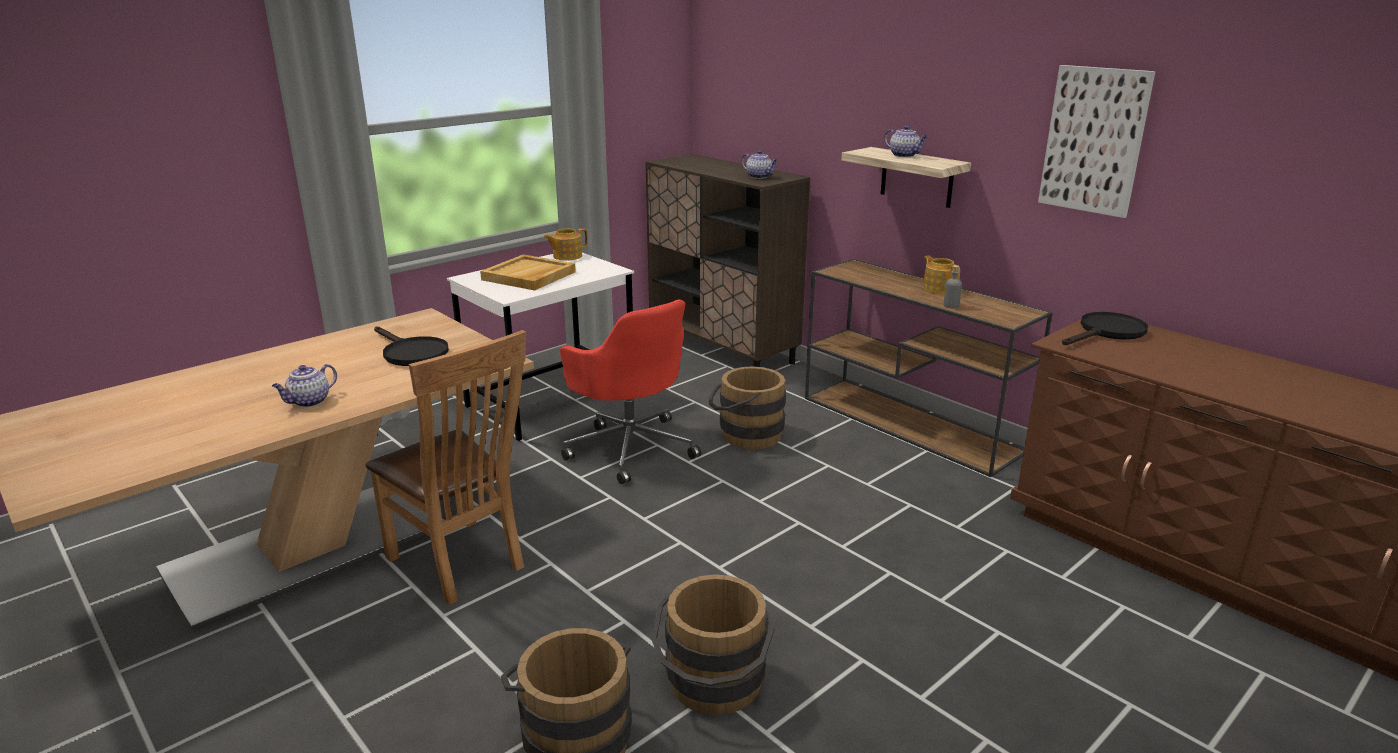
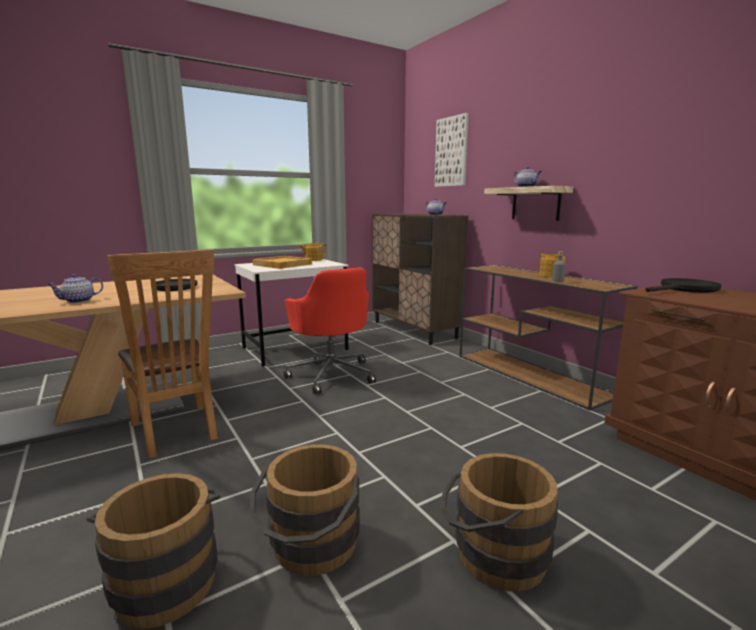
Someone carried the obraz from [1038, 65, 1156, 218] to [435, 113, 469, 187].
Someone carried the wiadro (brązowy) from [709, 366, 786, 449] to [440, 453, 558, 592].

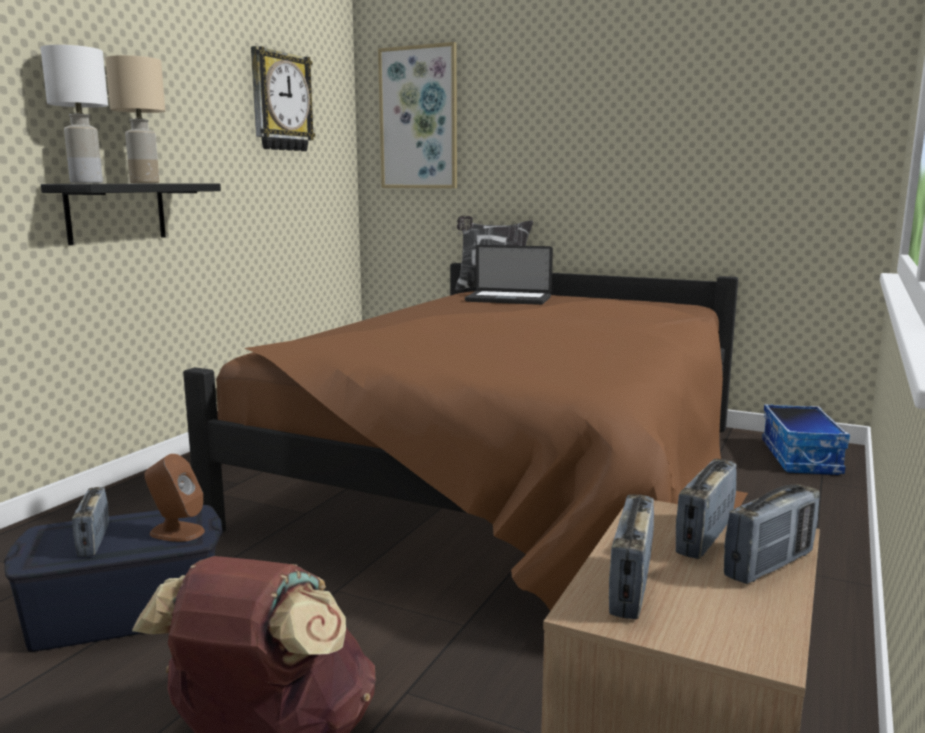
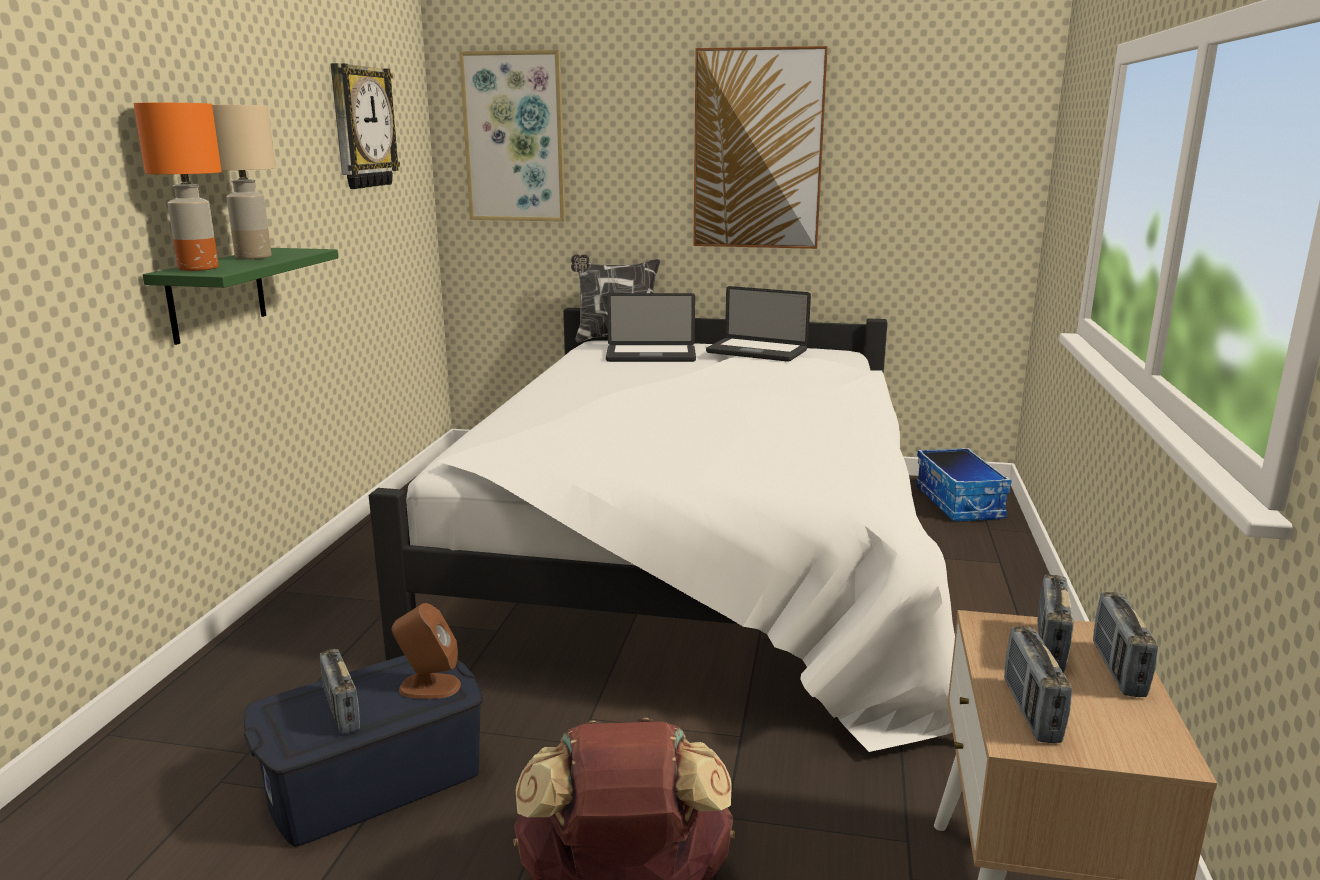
Someone repainted the lampa stołowa (biały) at [40, 45, 108, 183], which became the lampa stołowa (pomarańczowy) at [133, 103, 222, 271].
Someone repainted the półka (czarny) at [41, 183, 221, 245], which became the półka (zielony) at [143, 248, 338, 345].
Someone repainted the łóżko (brązowy) at [183, 263, 748, 611], which became the łóżko (biały) at [369, 308, 955, 752].
Someone rotated the radio at [724, 484, 820, 584] by 150 degrees clockwise.
Someone put up the obraz at [693, 46, 828, 249].
Someone put down the laptop at [706, 286, 811, 362].

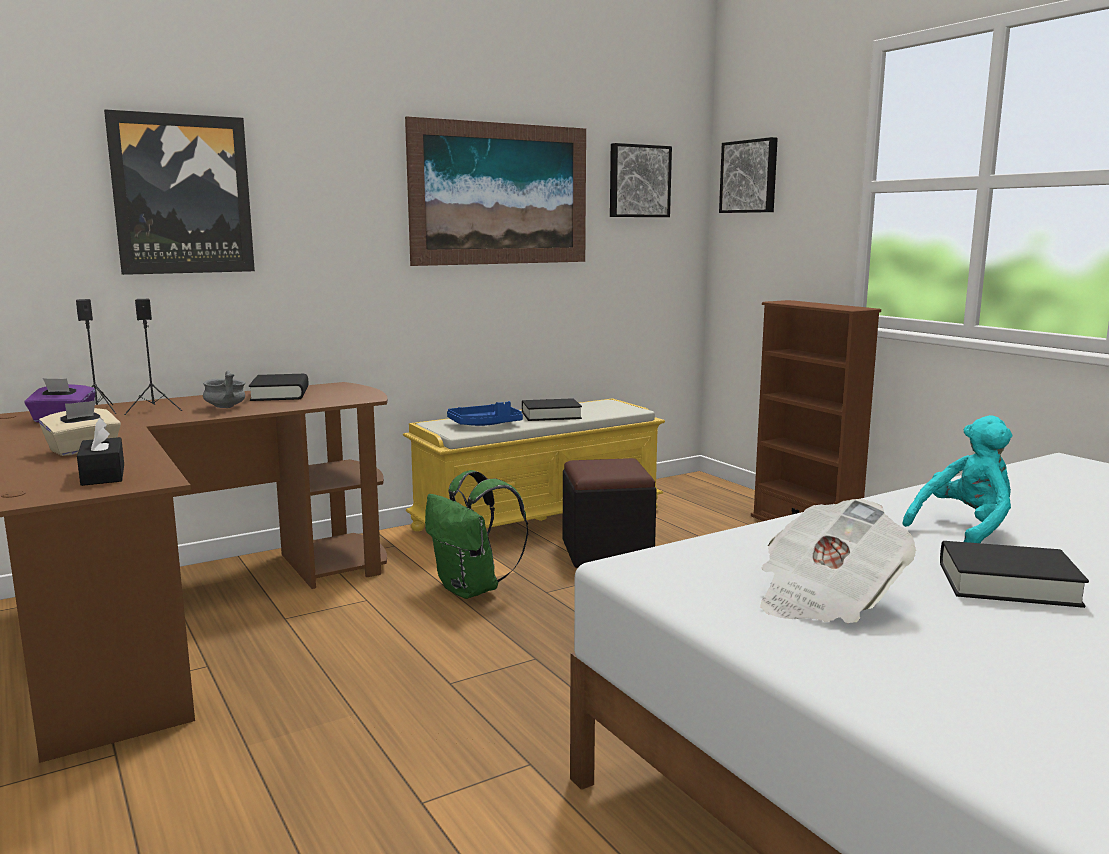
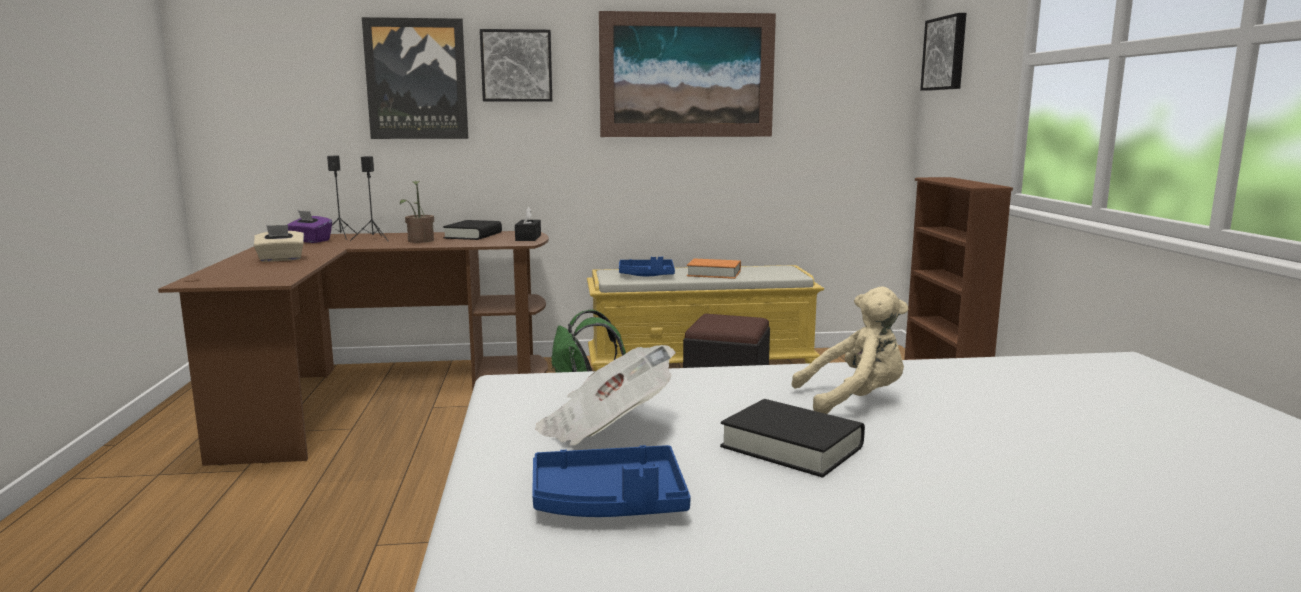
Someone carried the obraz from [610, 143, 672, 217] to [480, 29, 552, 102].
Someone swapped the miska (szary) at [203, 370, 246, 408] for the roślina doniczkowa at [400, 181, 434, 243].
Someone repainted the książka (czarny) at [522, 398, 582, 421], which became the książka (pomarańczowy) at [687, 258, 741, 279].
Someone repainted the pluszak (turkusowy) at [902, 415, 1012, 543], which became the pluszak (beżowy) at [791, 287, 908, 414].
Someone carried the pudełko chusteczek (czarny) from [77, 417, 124, 486] to [515, 207, 541, 241].
Someone put down the taca (niebieski) at [532, 445, 691, 517].

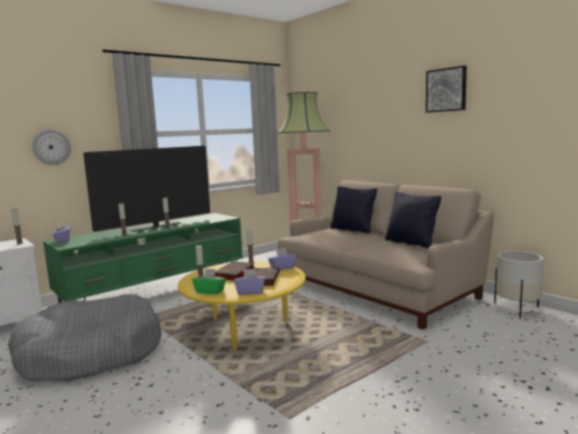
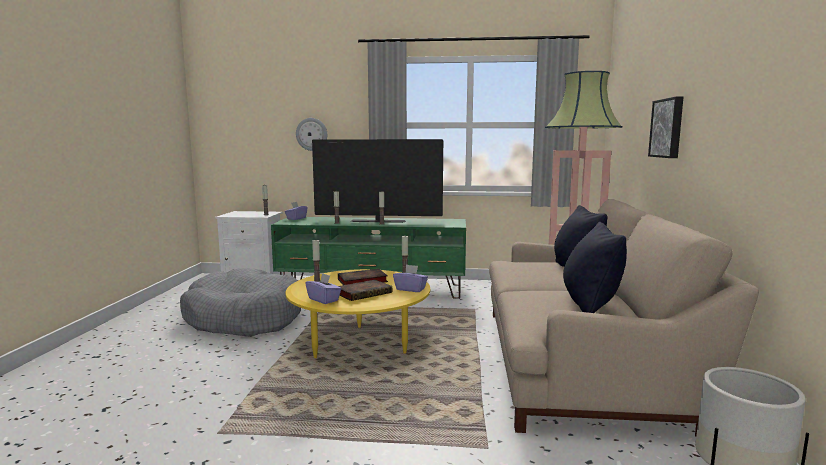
Someone carried the obraz from [426, 66, 467, 113] to [648, 96, 683, 158].
Someone took away the pudełko chusteczek (zielony) at [192, 268, 226, 294].

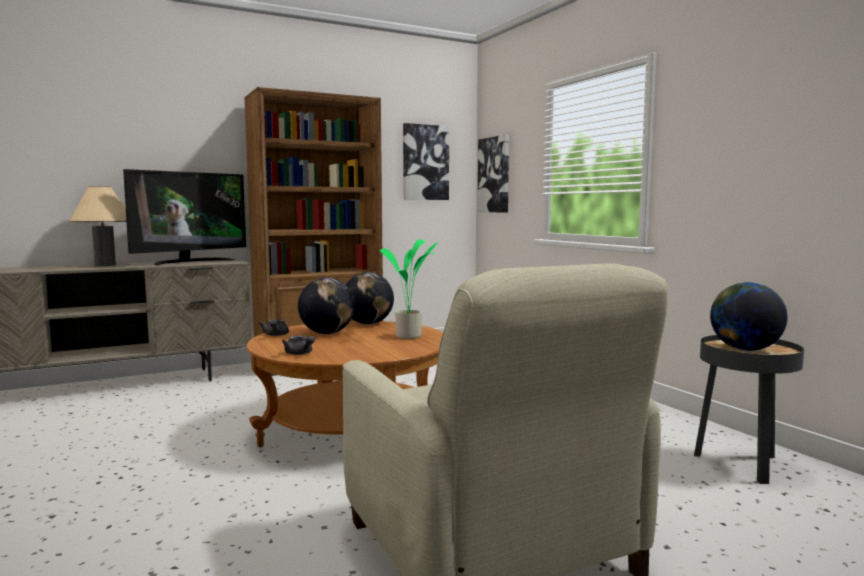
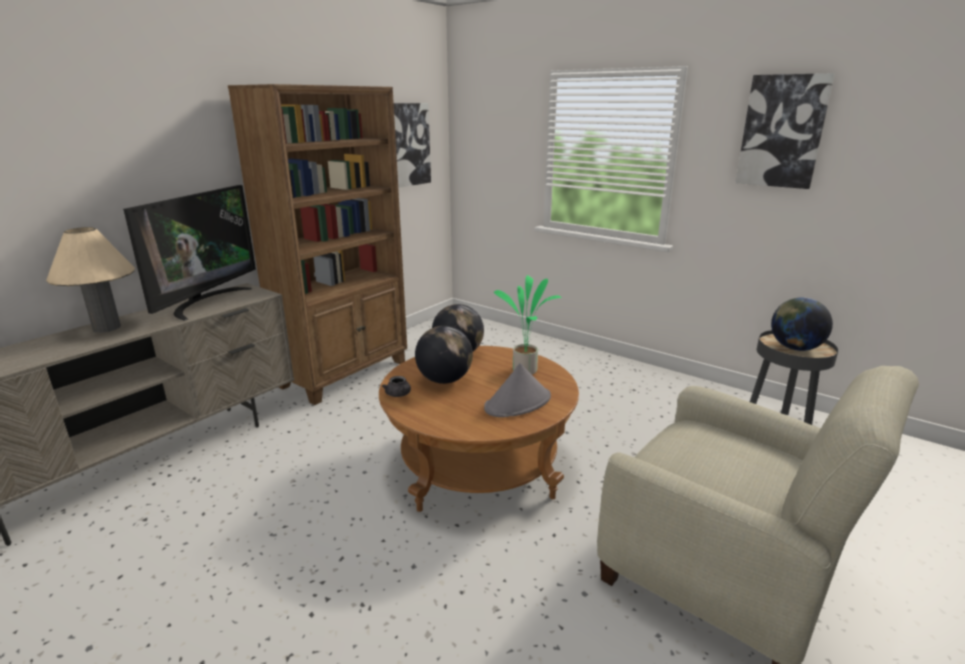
Someone carried the obraz from [477, 135, 509, 212] to [735, 73, 835, 189].
Someone took away the imbryk (szary) at [282, 335, 315, 355].
Someone put down the kapelusz (szary) at [484, 363, 551, 417].

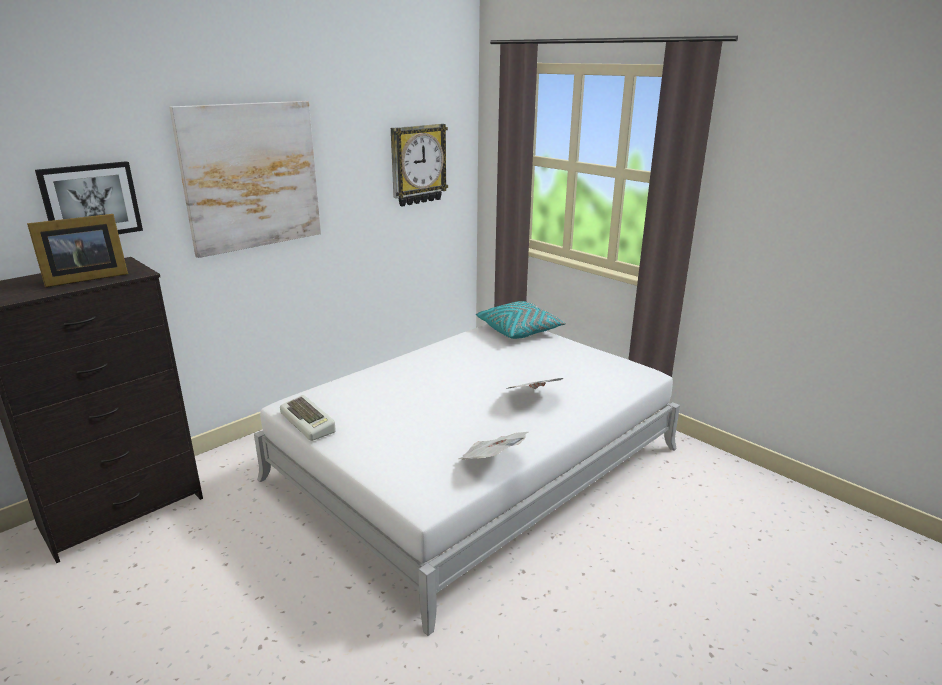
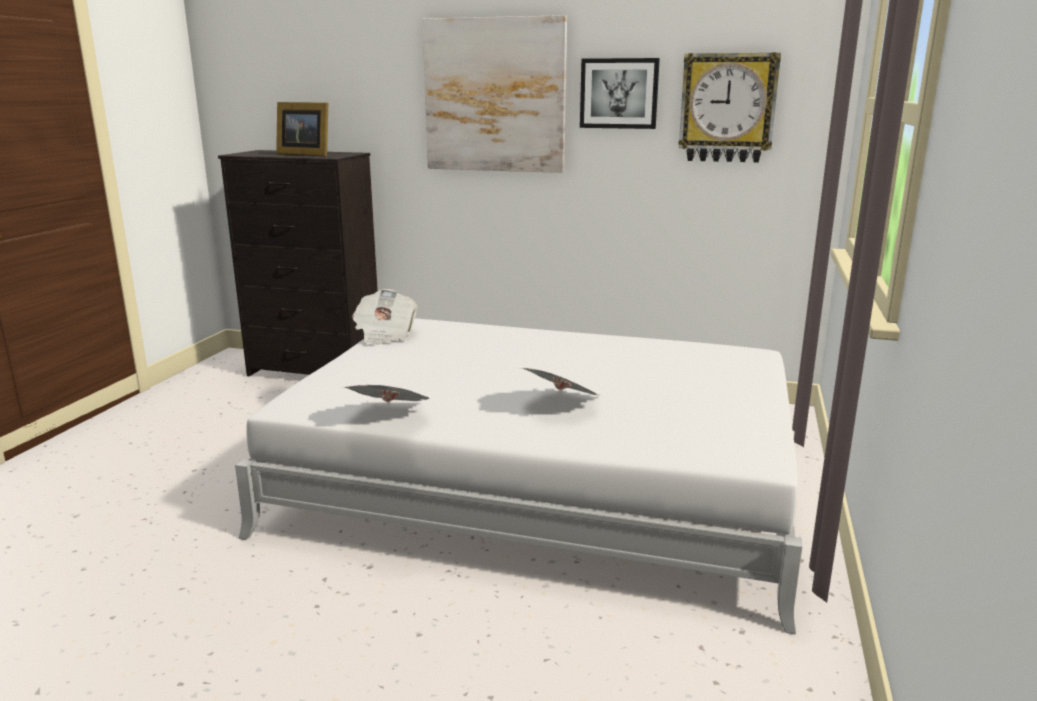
Someone carried the obraz from [35, 161, 143, 234] to [580, 58, 660, 129].
Someone took away the poduszka (turkusowy) at [476, 301, 566, 339].
Someone swapped the klawiatura at [280, 395, 336, 441] for the gazeta at [352, 289, 418, 345].

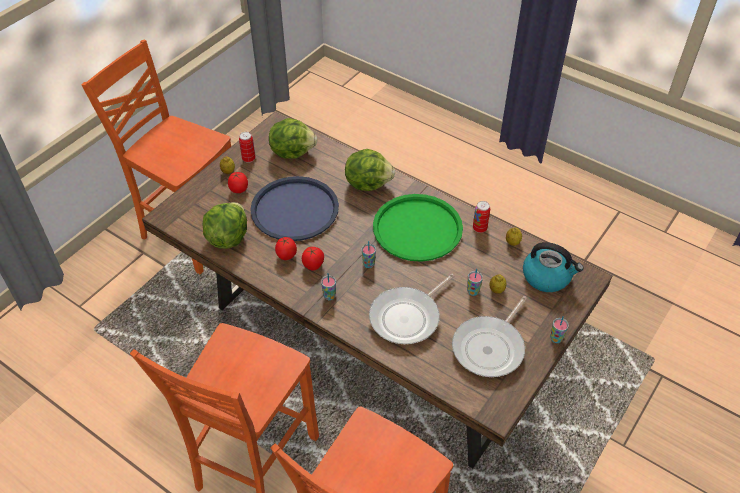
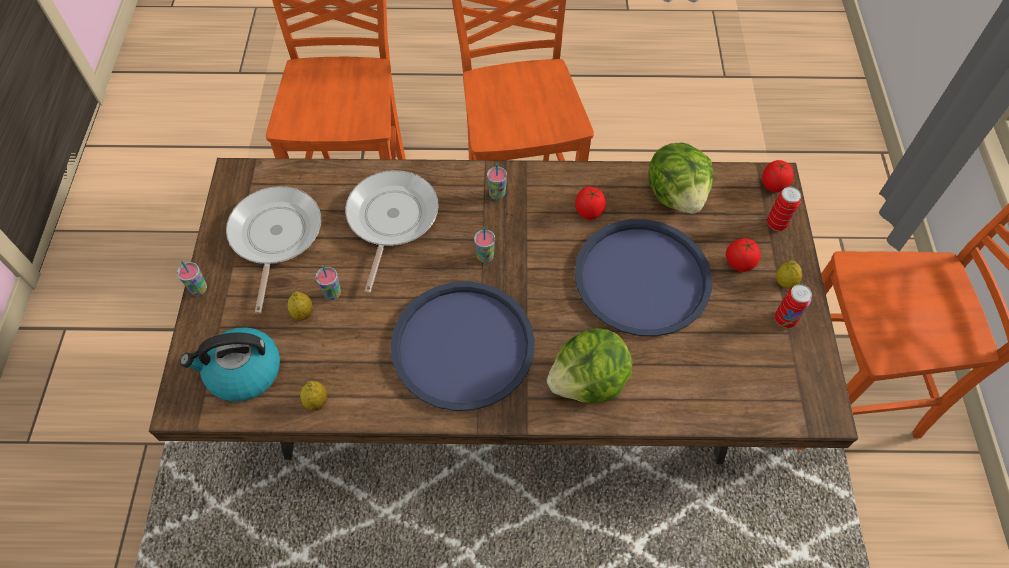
Someone took away the sałata at [269, 118, 318, 159].
Someone repainted the taca (zielony) at [373, 194, 463, 262], which became the taca (niebieski) at [390, 281, 535, 411].
Someone carried the puszka from [473, 201, 490, 233] to [767, 187, 801, 231].
Someone carried the pomidor from [302, 247, 324, 270] to [762, 160, 794, 192].

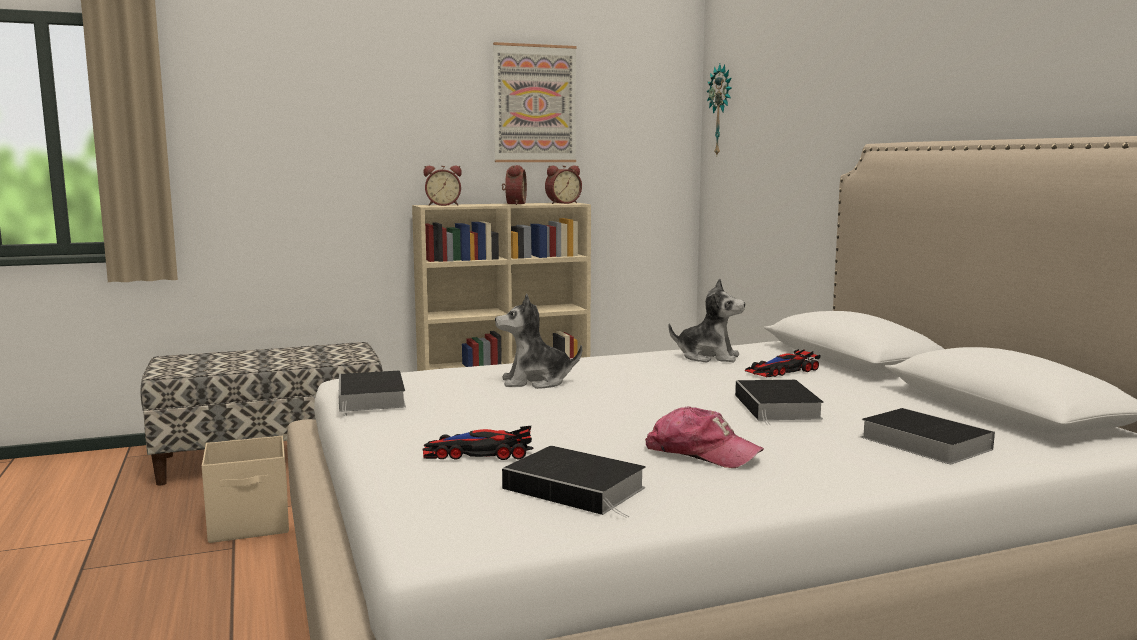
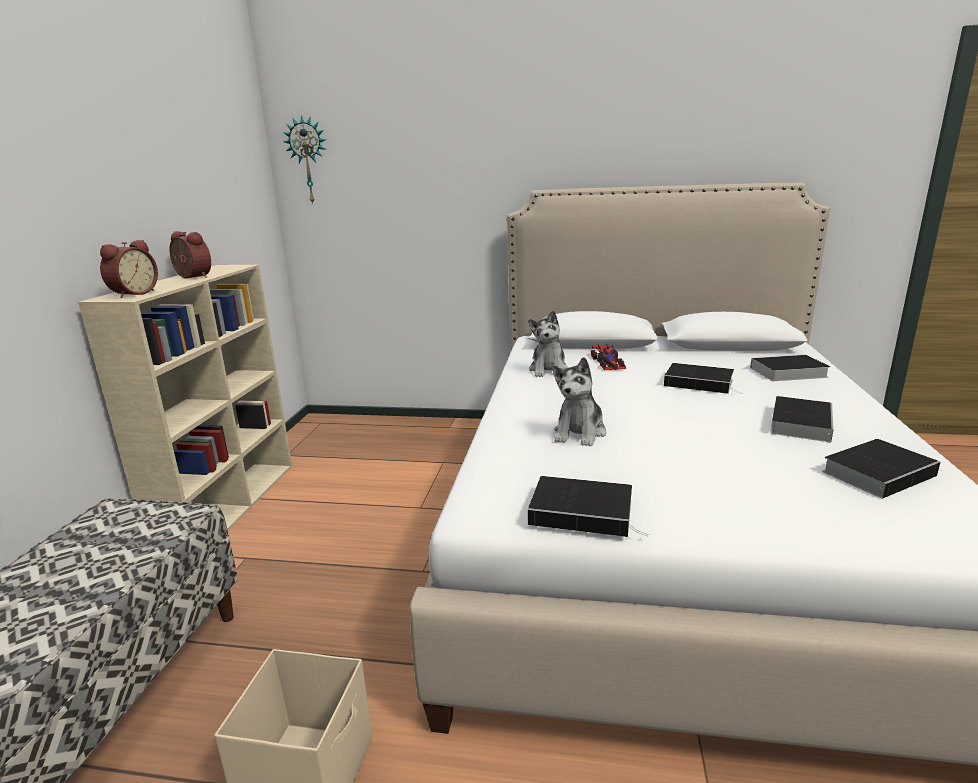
Someone took away the obraz at [493, 42, 576, 162].
Someone took away the budzik at [545, 165, 582, 204].
Someone rotated the pluszak at [669, 278, 745, 363] by 135 degrees clockwise.
Someone swapped the czapka z daszkiem at [645, 406, 764, 468] for the książka at [770, 396, 834, 442].
Someone took away the samochodzik at [422, 426, 533, 460].

